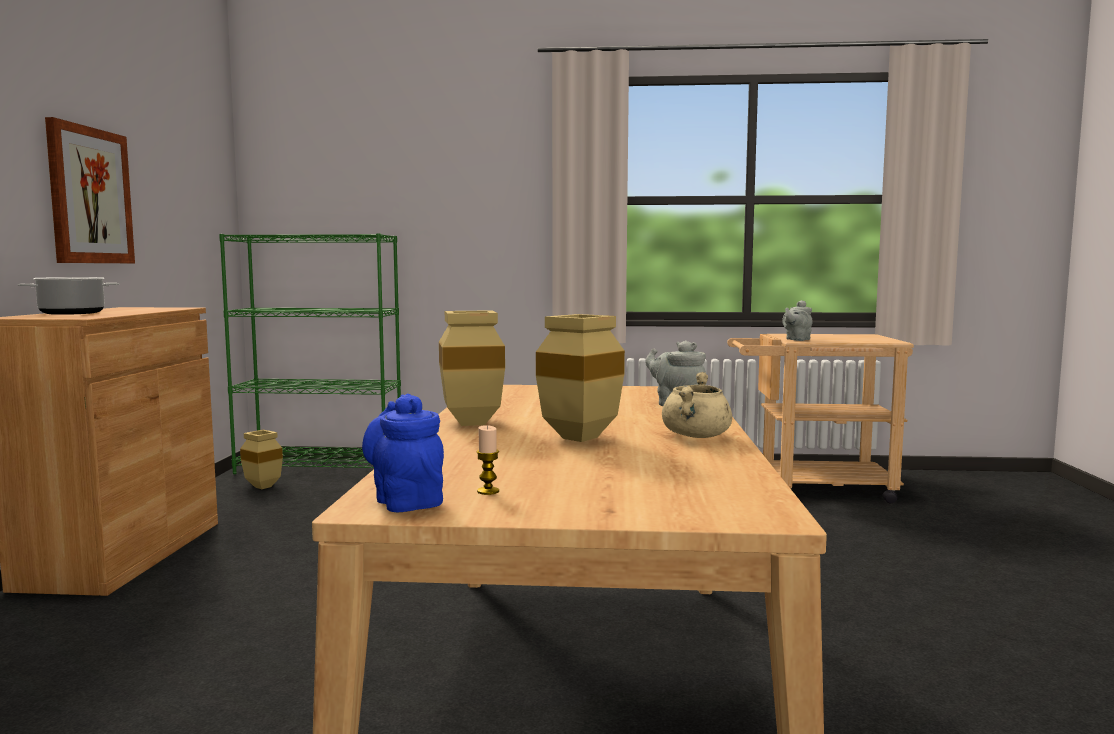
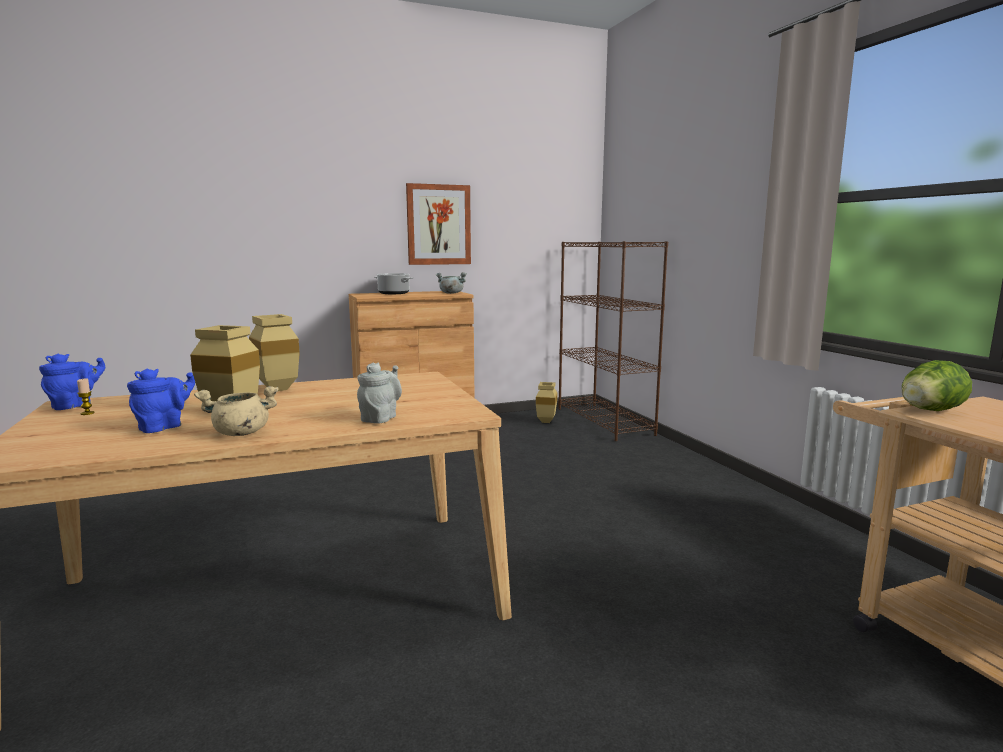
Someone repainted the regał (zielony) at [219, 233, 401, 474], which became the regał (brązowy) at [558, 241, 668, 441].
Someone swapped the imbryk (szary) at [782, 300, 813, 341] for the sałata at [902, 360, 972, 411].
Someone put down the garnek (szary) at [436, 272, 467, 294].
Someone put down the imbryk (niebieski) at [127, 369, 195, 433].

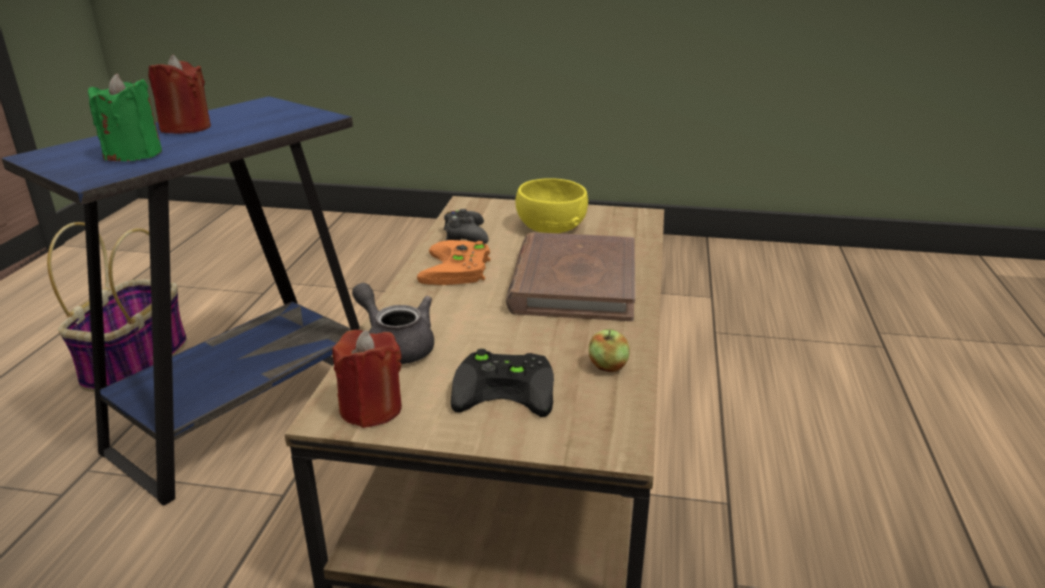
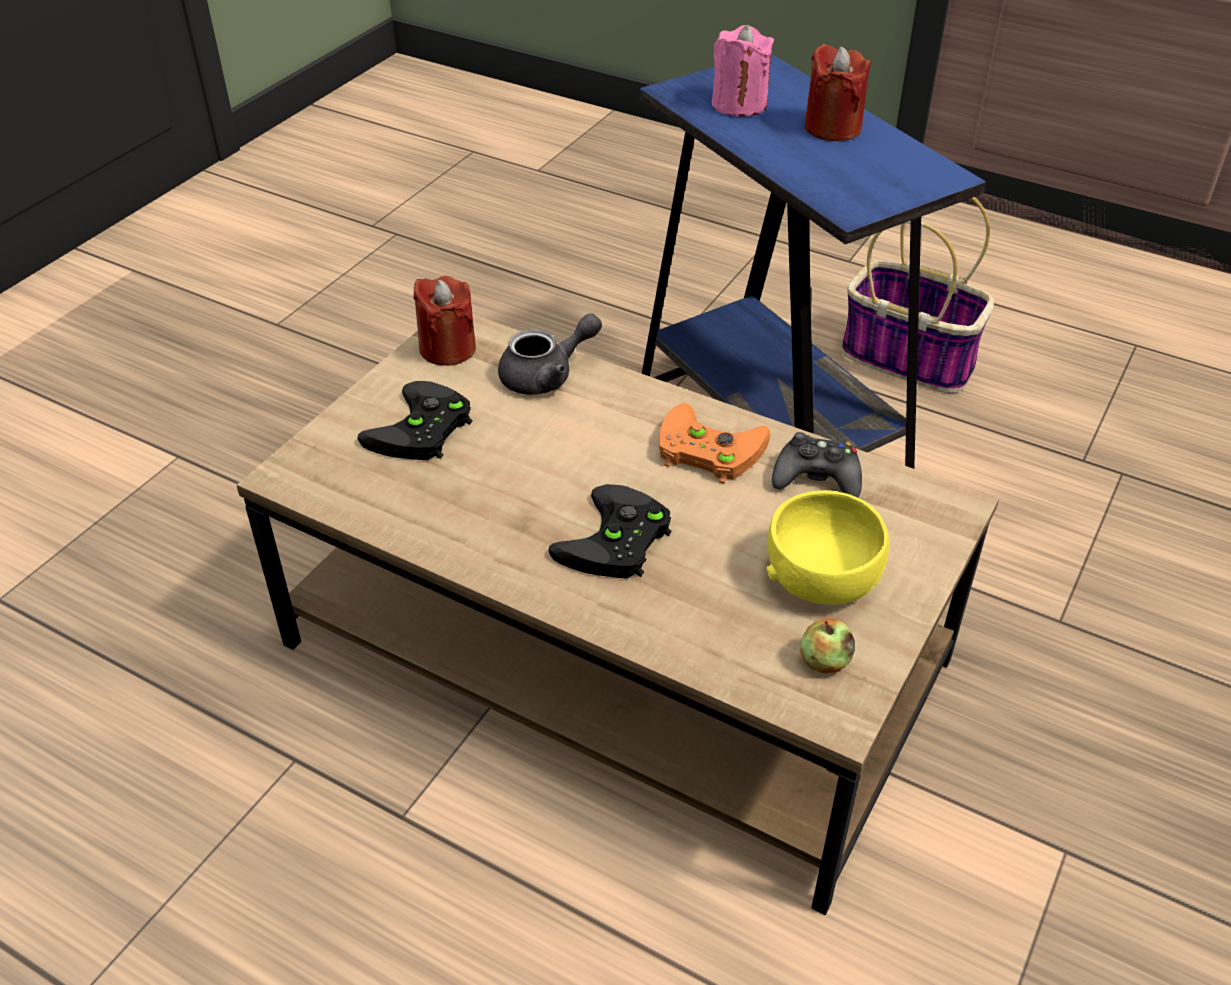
Someone repainted the świeca (zielony) at [88, 73, 162, 161], which became the świeca (różowy) at [712, 25, 774, 117].
Someone swapped the książka (brązowy) at [506, 232, 635, 321] for the pad do gier (czarny) at [548, 484, 671, 579].
Someone carried the jabłko from [589, 329, 630, 372] to [800, 618, 855, 673].

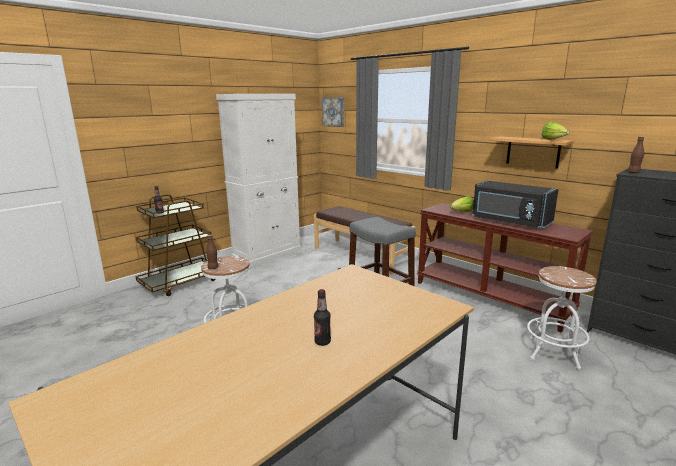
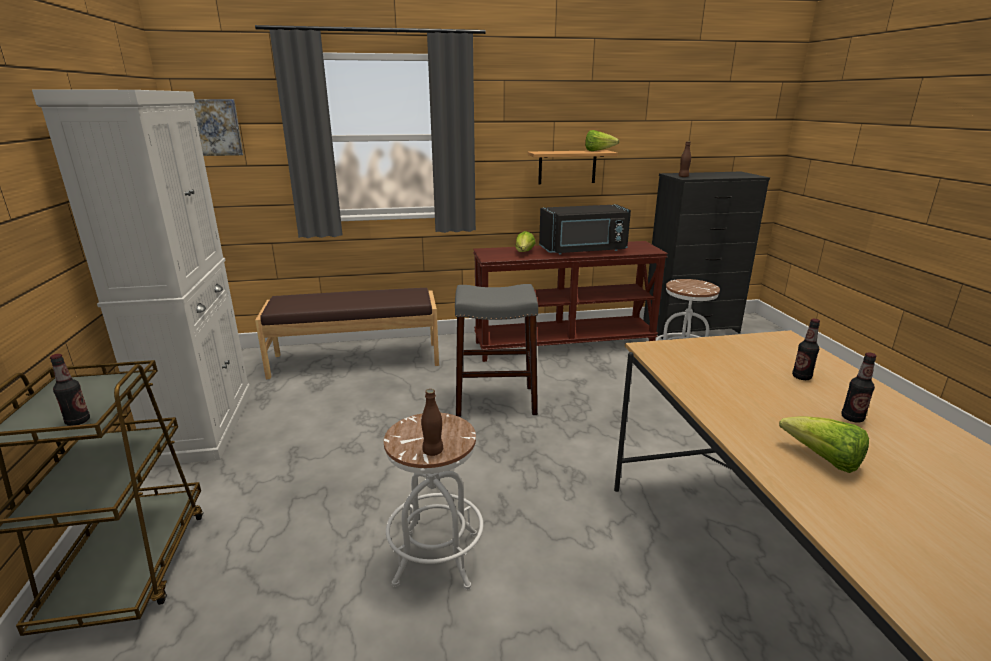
Someone put down the butelka at [792, 319, 820, 380].
Someone put down the sałata at [779, 416, 869, 473].

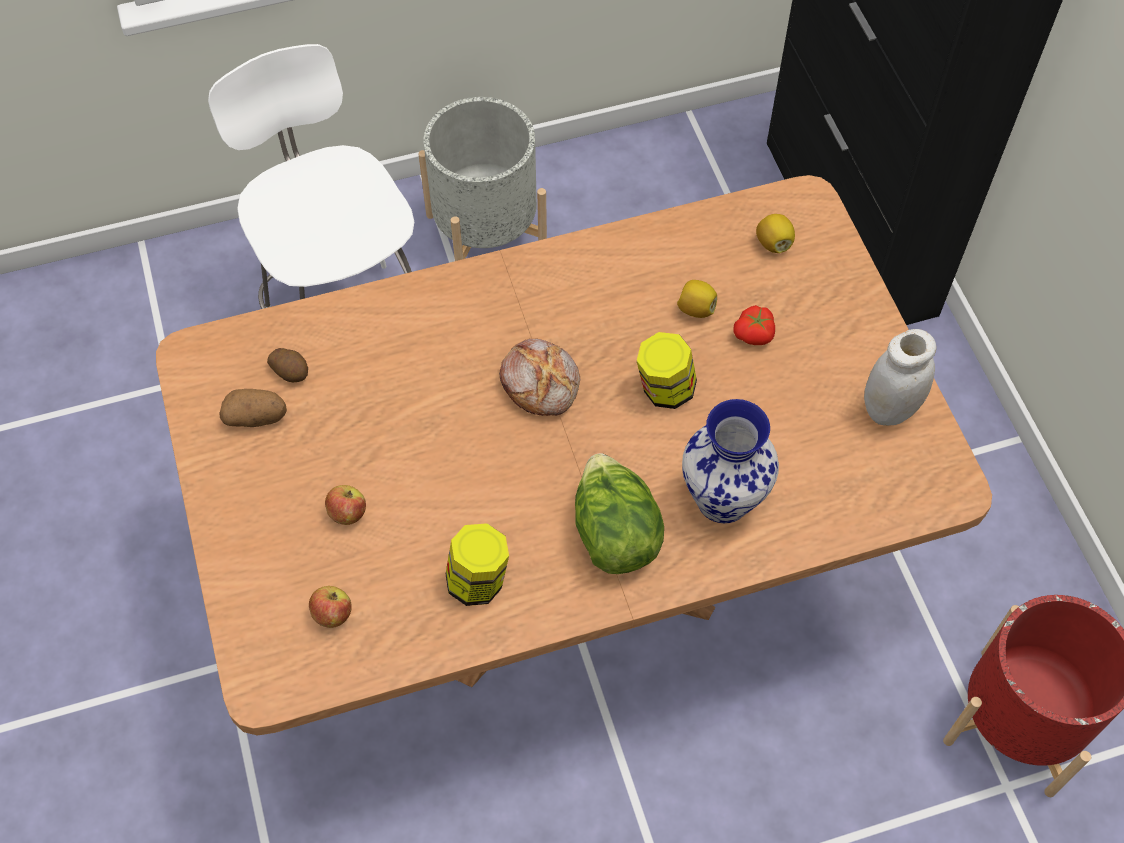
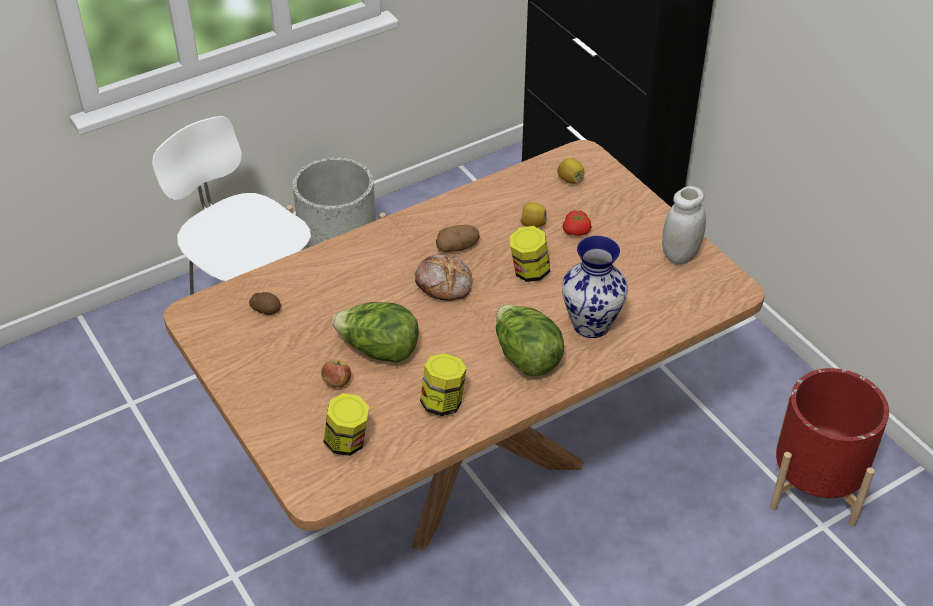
Someone carried the ziemniak from [219, 389, 287, 427] to [436, 225, 480, 252].
Someone swapped the jabłko at [309, 586, 352, 628] for the słoik at [323, 393, 369, 456].
Someone put down the sałata at [332, 302, 419, 363].

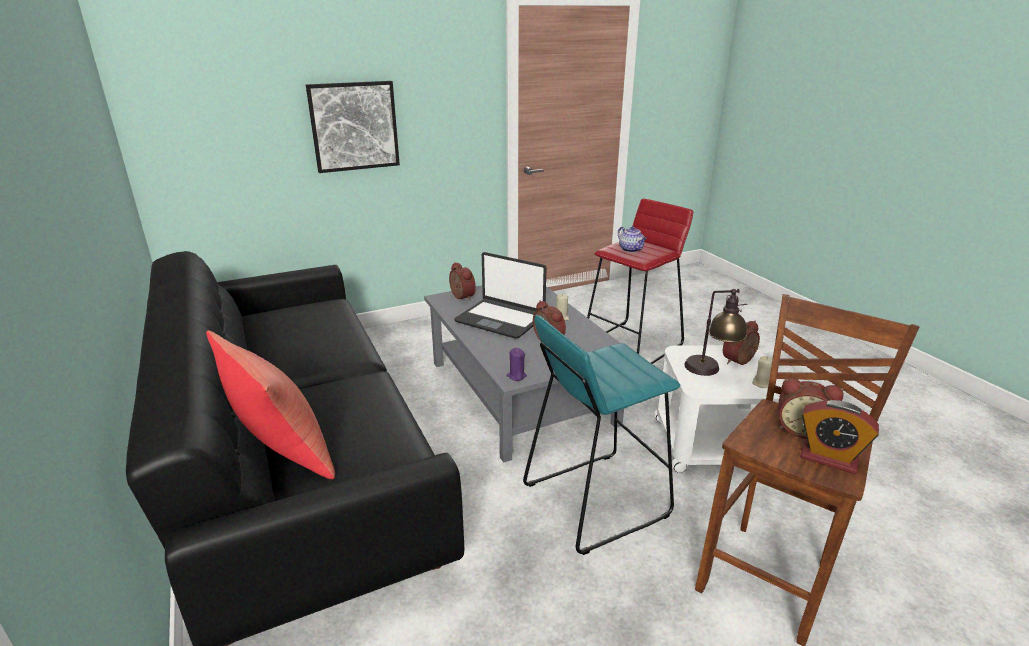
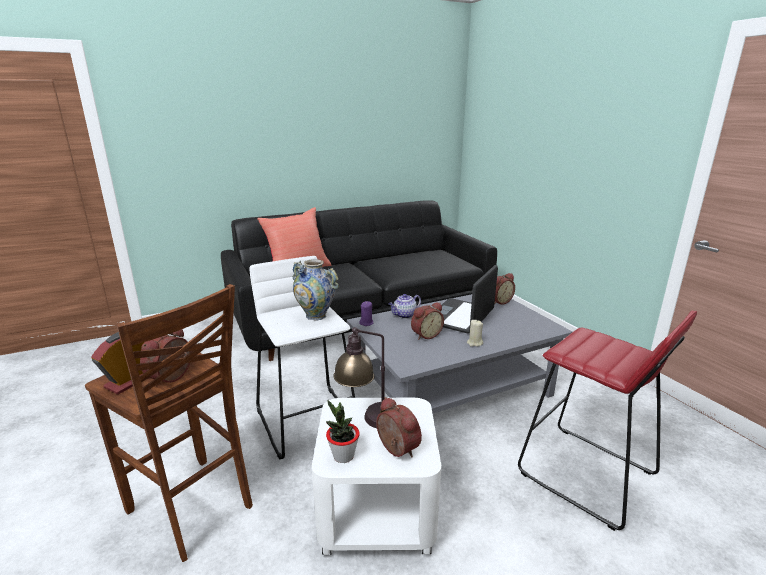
Someone took away the obraz at [306, 81, 400, 173].
Someone carried the imbryk from [618, 226, 647, 252] to [389, 294, 421, 319].
Someone repainted the stołek (turkusowy) at [523, 315, 681, 555], which became the stołek (biały) at [249, 256, 355, 459].
Someone swapped the świeca (beżowy) at [752, 356, 773, 388] for the roślina doniczkowa at [326, 400, 360, 463].
Someone put down the wazon at [292, 259, 339, 321].

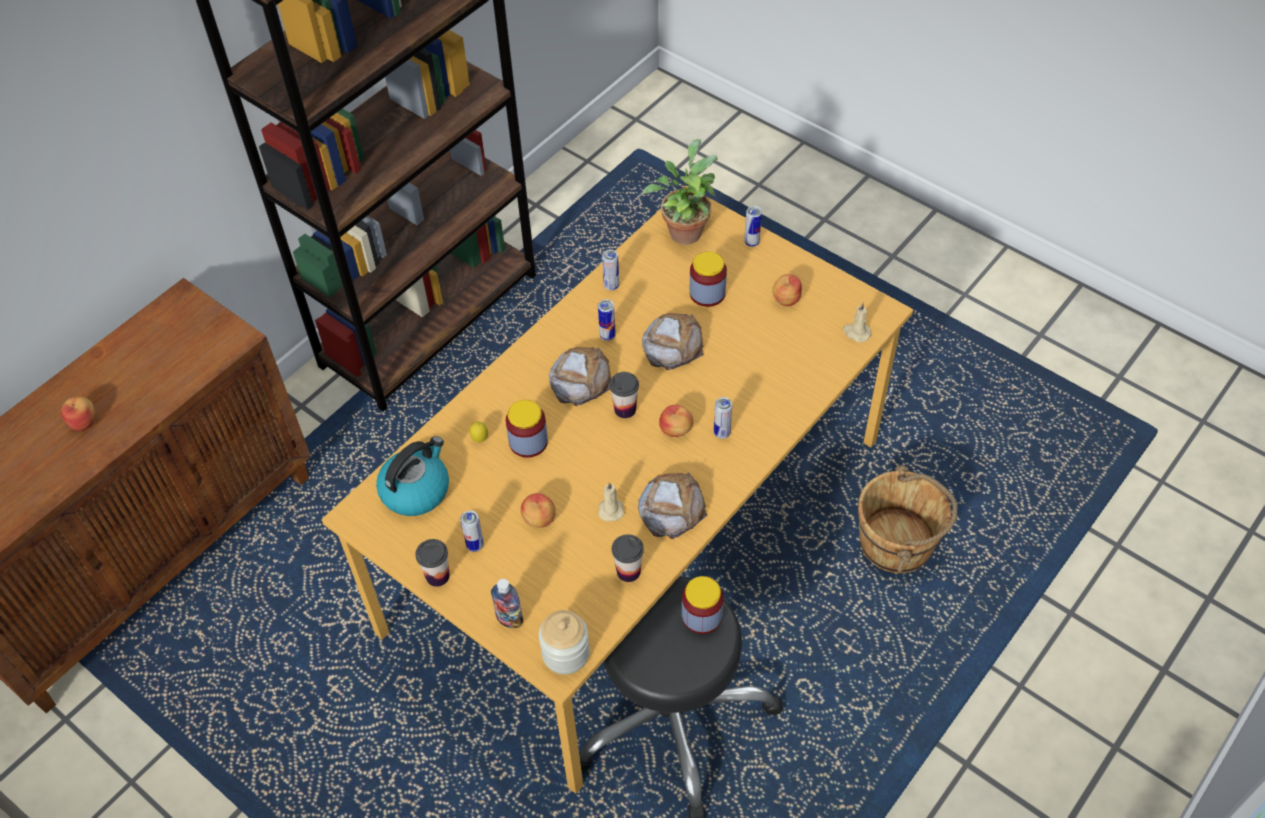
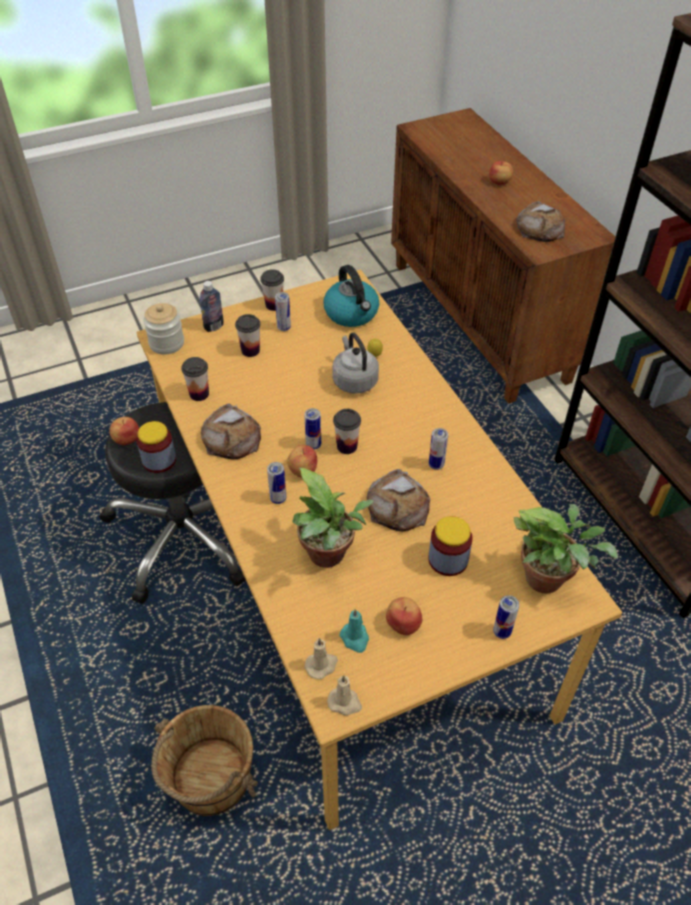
Someone carried the puszka from [602, 249, 619, 290] to [304, 408, 321, 450].
Someone carried the chleb from [549, 347, 611, 406] to [516, 201, 565, 242].
Someone swapped the słoik at [506, 400, 548, 458] for the czajnik (szary) at [332, 333, 379, 394].
Someone carried the świeca (beżowy) from [598, 482, 624, 521] to [327, 675, 362, 716].
Someone carried the jabłko from [521, 493, 556, 528] to [109, 417, 139, 445].
Someone put down the filiżanka at [235, 314, 260, 357].
Someone put down the roślina doniczkowa at [292, 467, 374, 568].
Someone put down the świeca (turkusowy) at [340, 609, 369, 653].

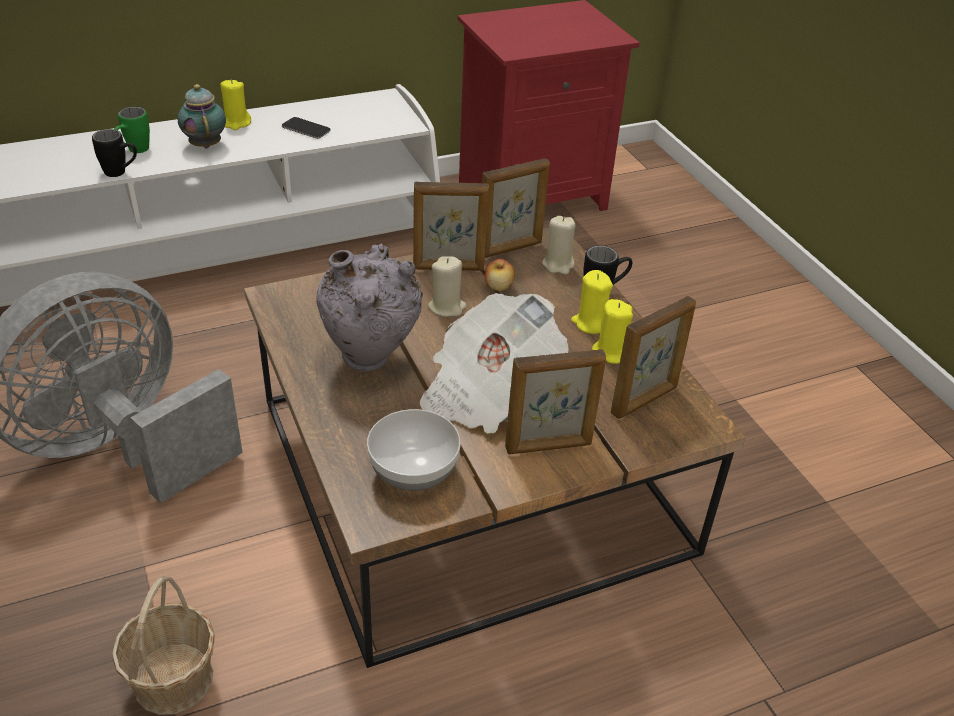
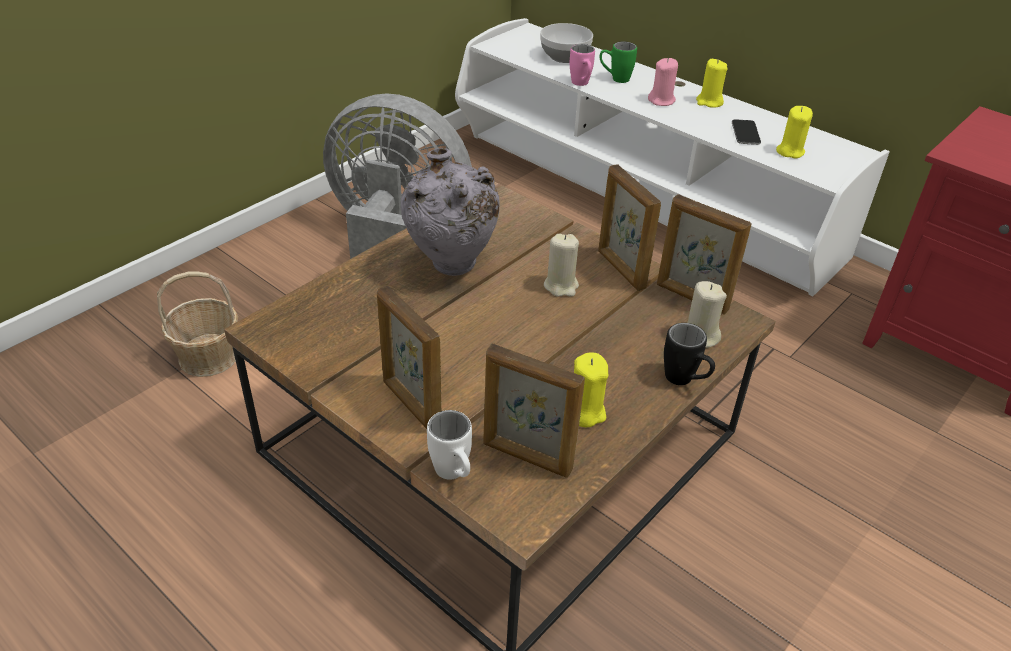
Someone swapped the imbryk at [178, 84, 226, 148] for the świeca (różowy) at [648, 58, 678, 106].
Someone repainted the kubek (czarny) at [92, 129, 137, 177], which became the kubek (różowy) at [570, 44, 595, 86].
Someone took away the jabłko at [485, 259, 515, 291].
Someone carried the świeca (żółty) from [571, 270, 613, 334] to [776, 106, 813, 158].
Someone took away the gazeta at [420, 293, 569, 434].
Someone carried the miska from [367, 409, 461, 491] to [540, 23, 593, 63].
Someone put down the kubek (biały) at [427, 410, 472, 480].

